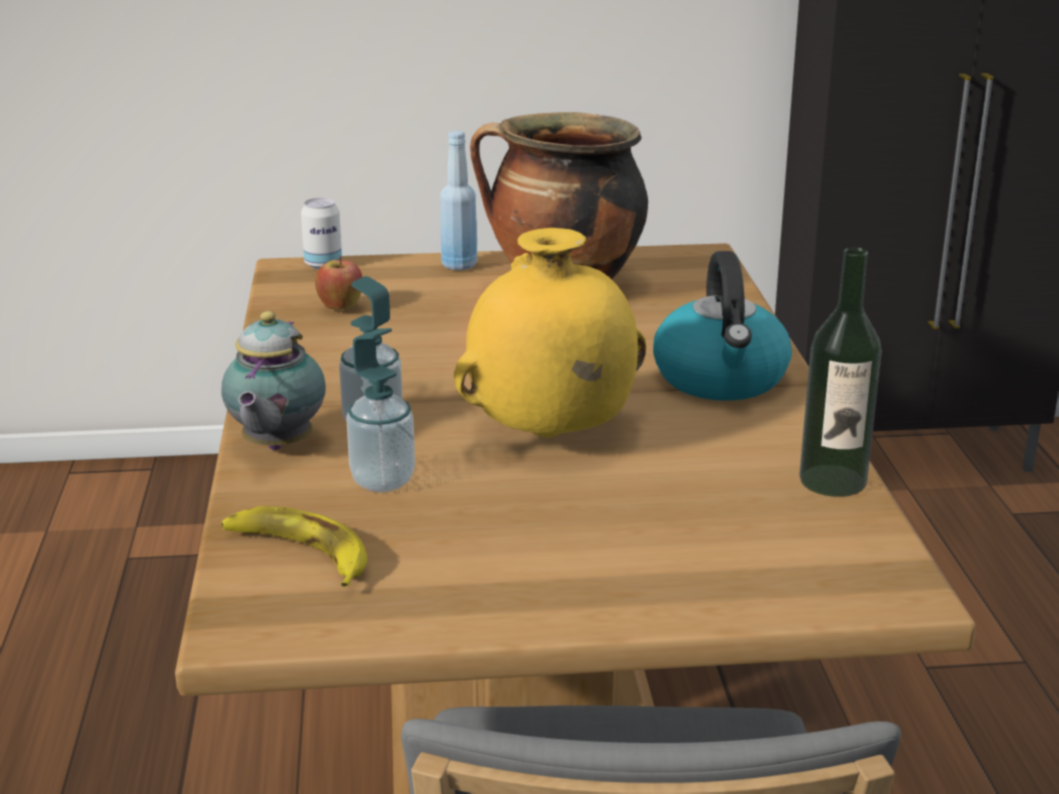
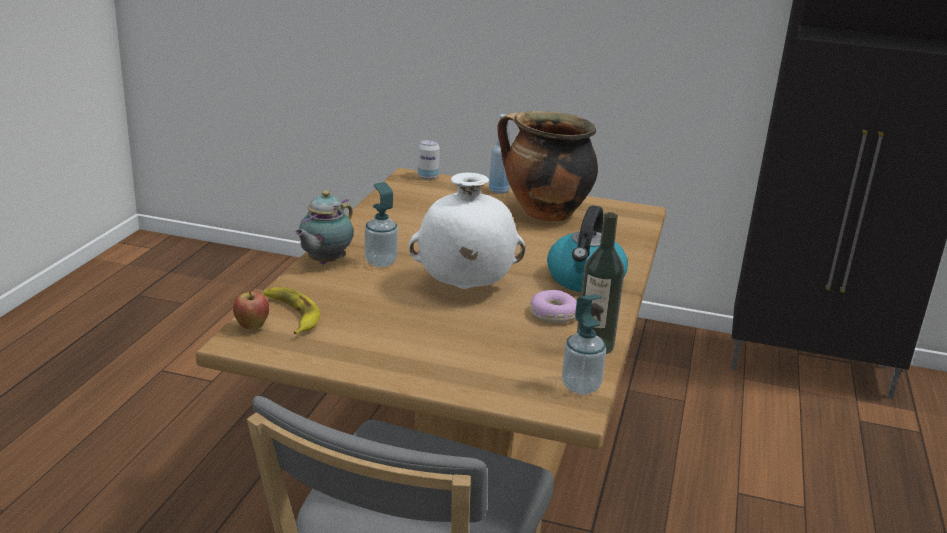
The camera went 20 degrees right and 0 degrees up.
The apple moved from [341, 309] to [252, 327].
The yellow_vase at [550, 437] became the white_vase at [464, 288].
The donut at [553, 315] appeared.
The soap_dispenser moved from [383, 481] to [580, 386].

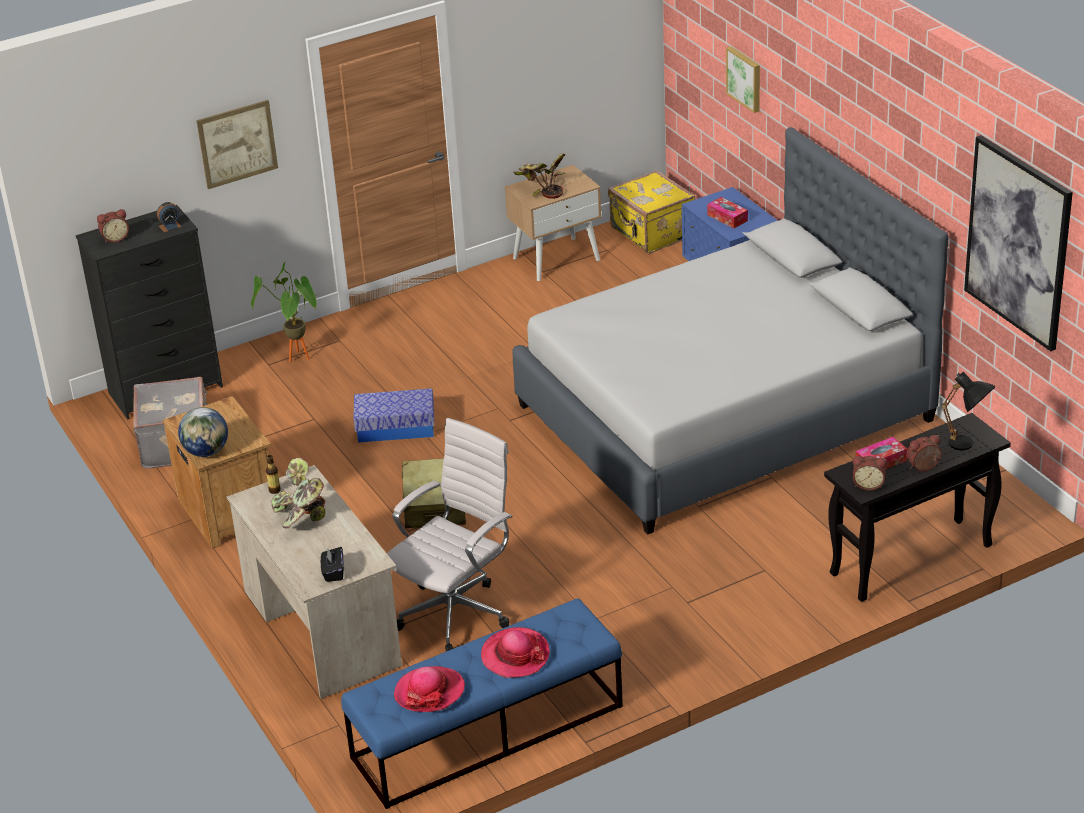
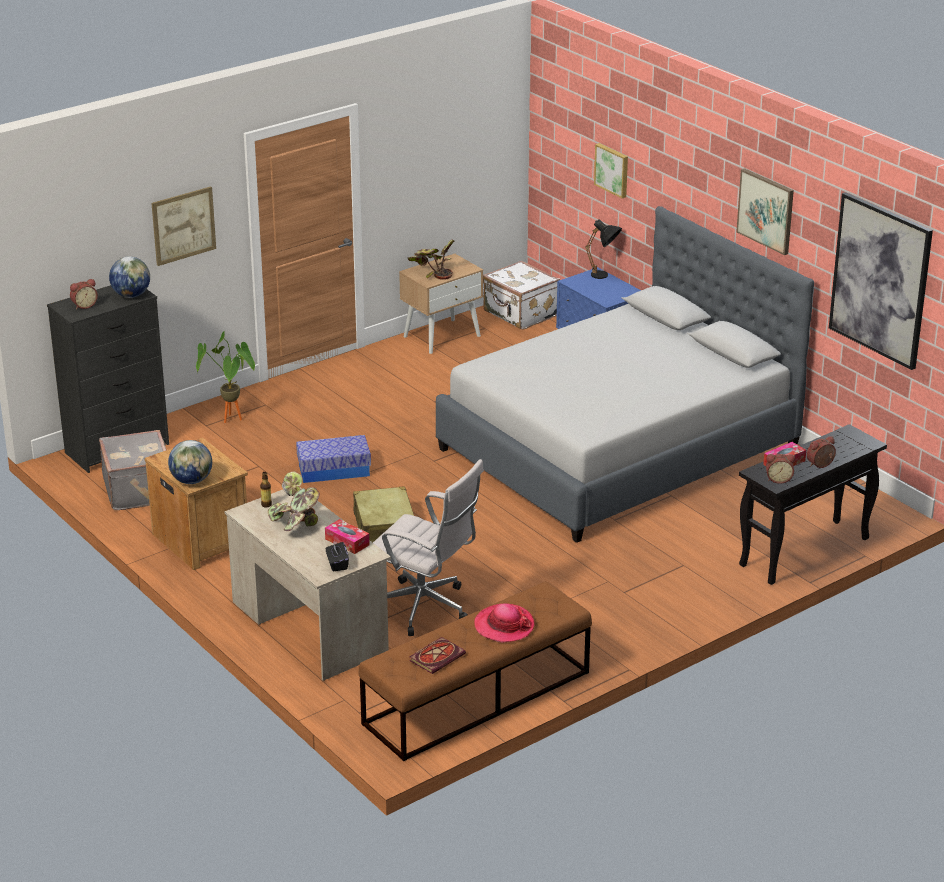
The camera went 10 degrees left and 5 degrees down.
The alarm_clock at [170, 226] was replaced by the globe at [131, 295].
The tissue_box moved from [727, 218] to [347, 542].
The blue_bench at [486, 732] became the brown_bench at [476, 698].
The white_office_chair at [457, 612] turned 90 degrees clockwise.
The hat at [429, 692] was replaced by the book at [437, 656].
The yellow_suitcase at [651, 233] became the white_suitcase at [520, 314].
The black_table_lamp moved from [967, 447] to [604, 277].
The picture at [766, 211] appeared.

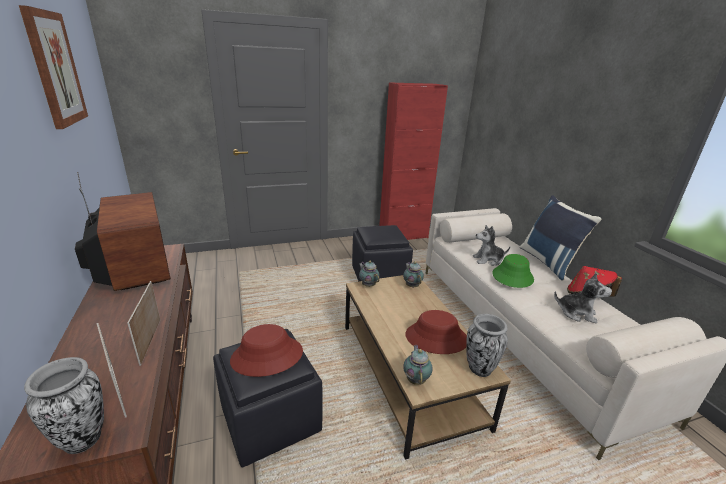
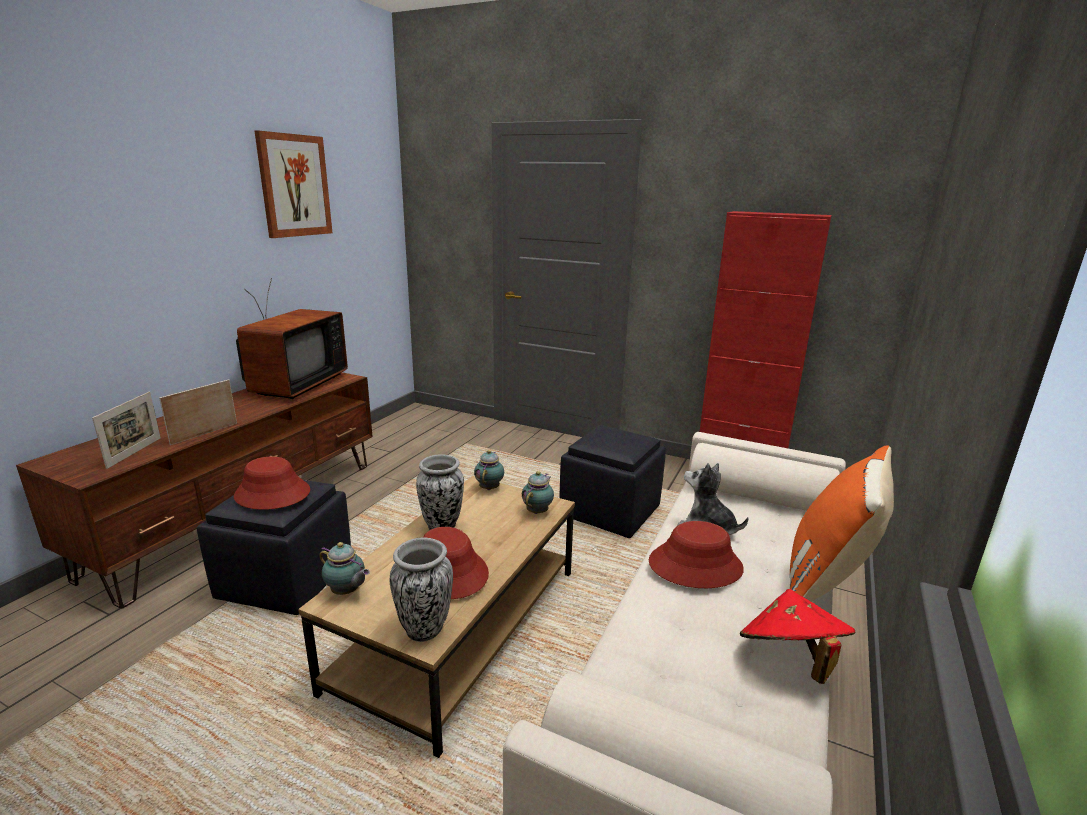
The camera went 45 degrees right and 5 degrees down.
The teapot at [416, 379] turned 75 degrees clockwise.
The vase moved from [83, 438] to [442, 526].
The green_hat at [512, 277] became the red_hat at [695, 565].
The blue_pillow at [548, 262] became the orange_pillow at [827, 583].
The plush_toy at [576, 313] disappeared.

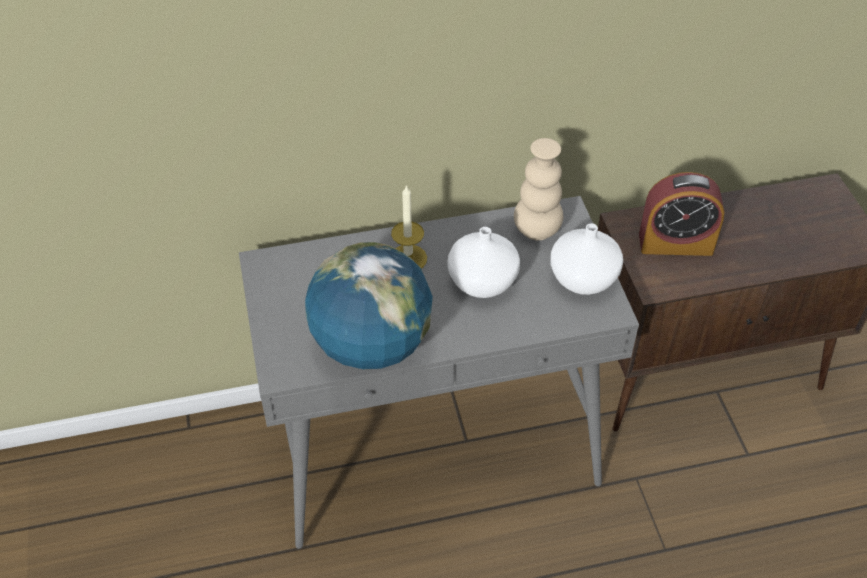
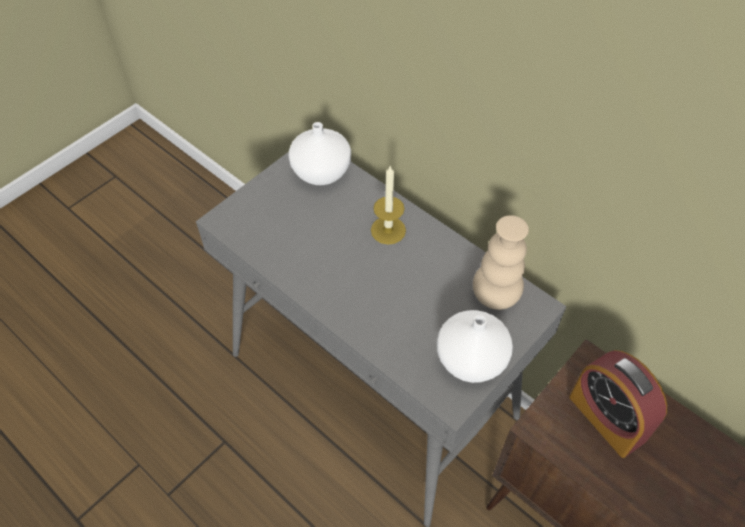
The camera went 55 degrees right and 5 degrees up.
The white_vase moved from [482, 283] to [320, 172].
The globe at [371, 345] disappeared.

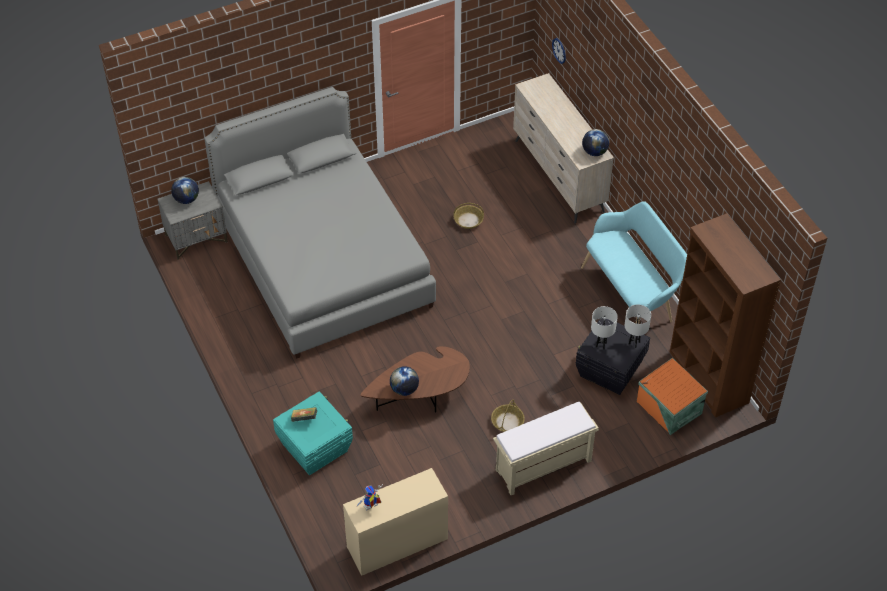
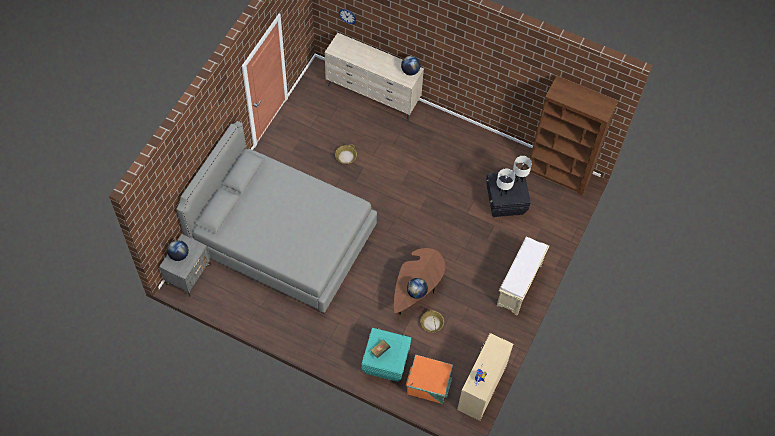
The camera went 40 degrees left and 10 degrees up.
The orange_storage_box moved from [668, 408] to [428, 385].
The basket moved from [507, 422] to [432, 323].
The turquoise_bench at [631, 294] disappeared.

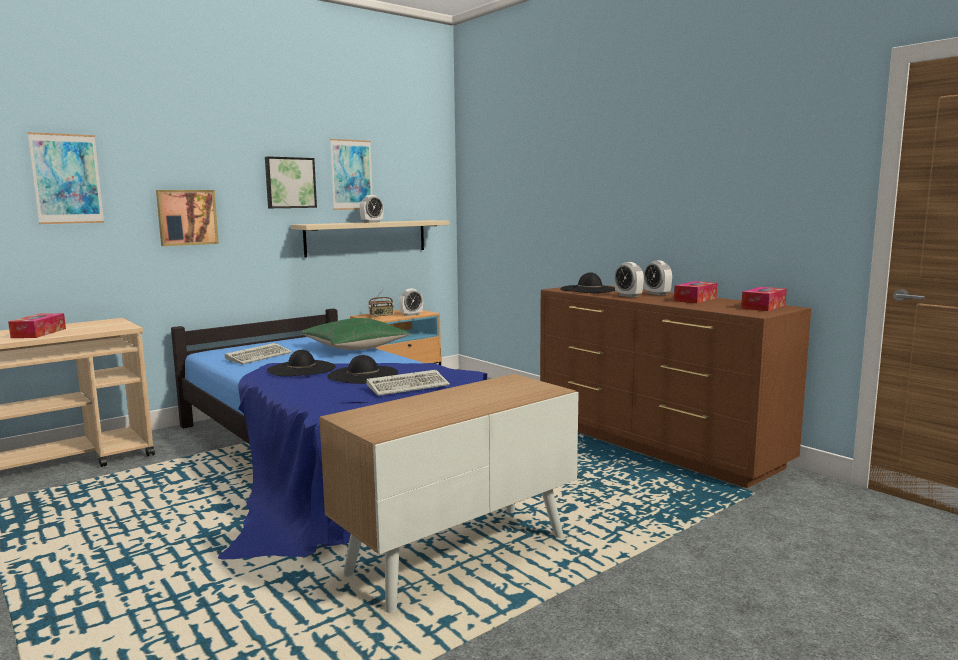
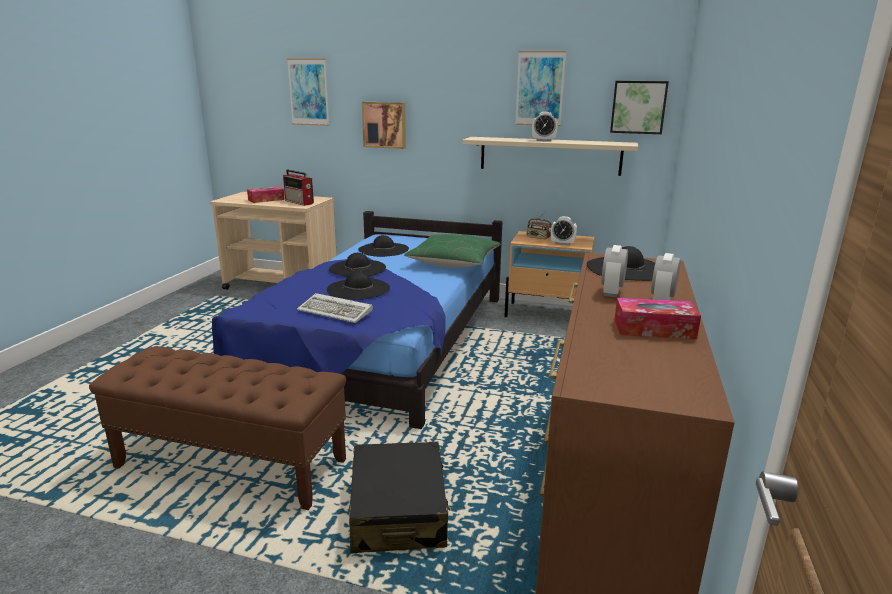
The camera went 55 degrees right and 10 degrees up.
The cabinet at [458, 554] was replaced by the brown_bench at [232, 464].
The radio at [299, 202] appeared.
The black_suitcase at [398, 511] appeared.
The keyboard at [260, 356] was replaced by the black_hat at [383, 249].
The picture moved from [290, 183] to [638, 107].
The tissue_box at [763, 307] disappeared.

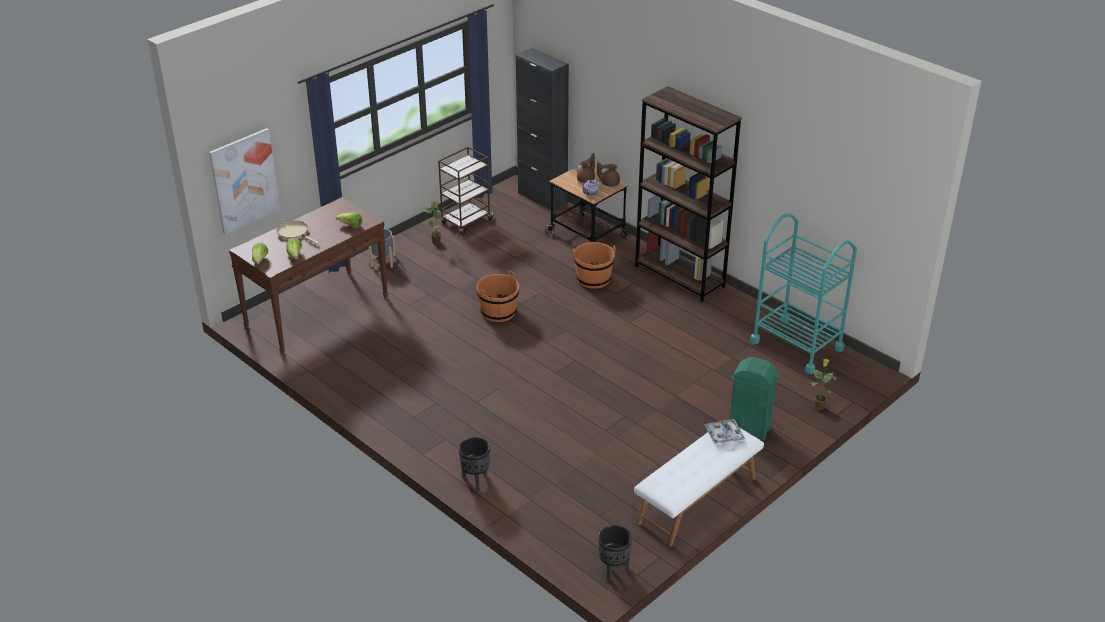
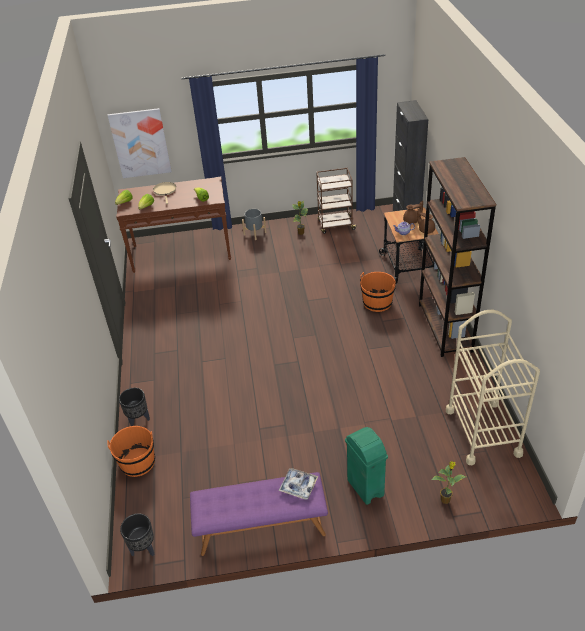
The camera went 40 degrees right and 5 degrees up.
The orange_bucket moved from [498, 312] to [137, 462].
The white_bench at [697, 501] became the purple_bench at [261, 528].
The turquoise_cart at [796, 345] became the beige_cart at [483, 432].

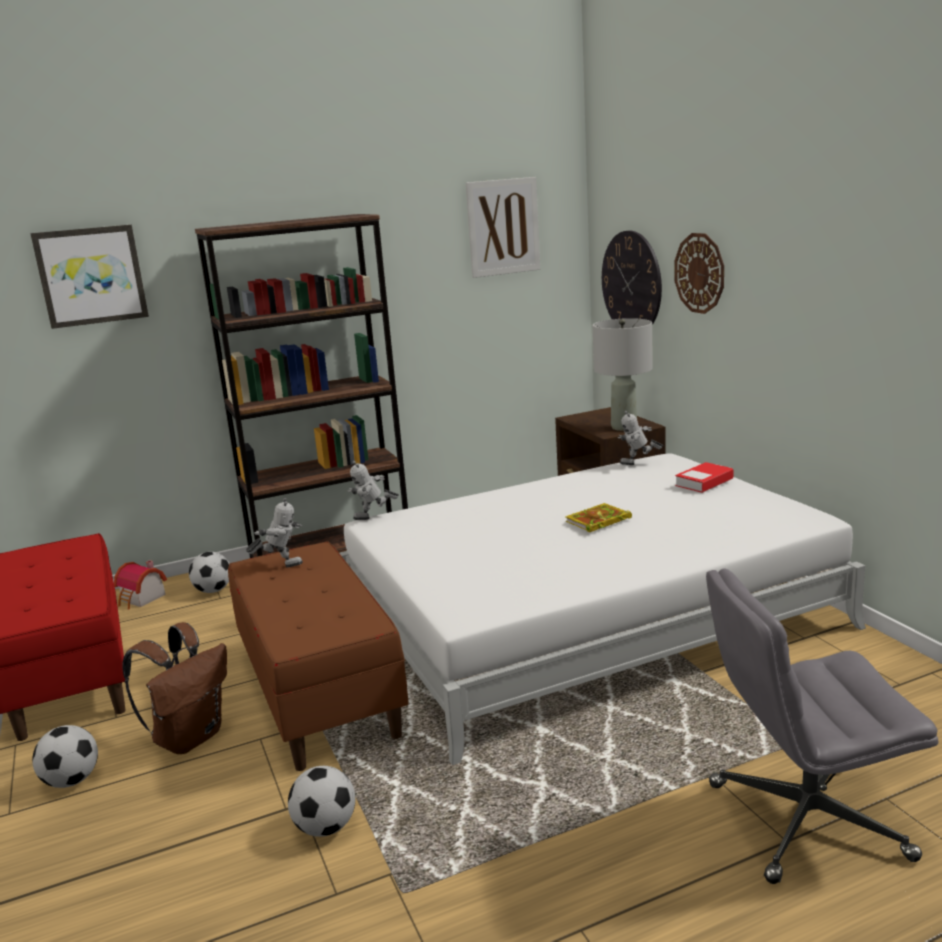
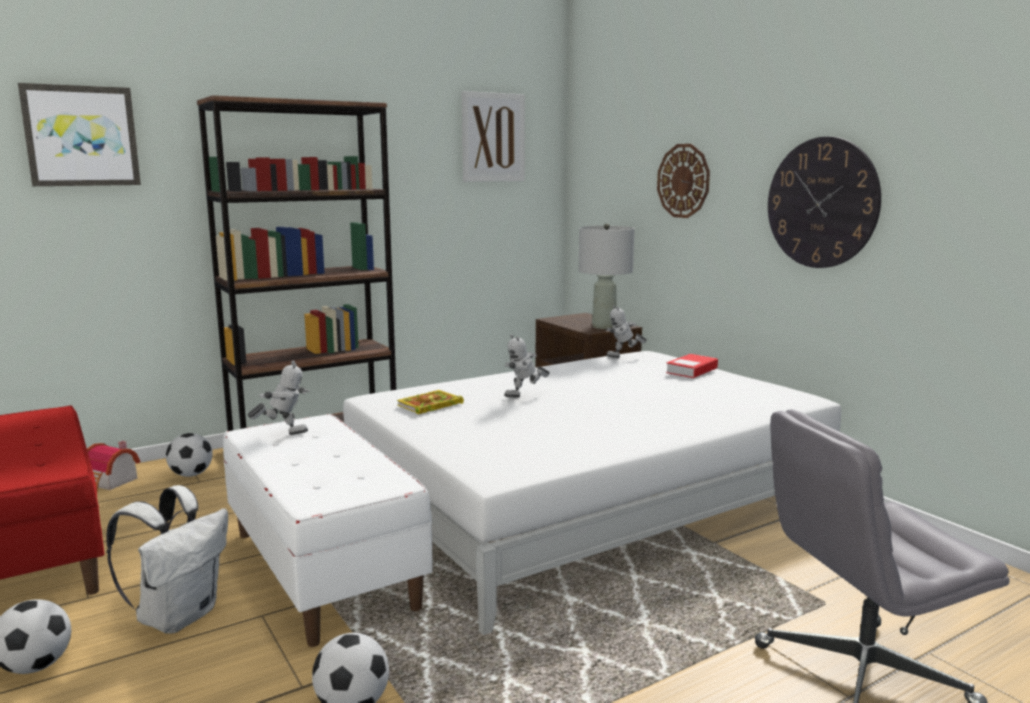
The camera went 10 degrees left and 5 degrees down.
The brown_backpack at [190, 737] became the white_backpack at [179, 616].
The brown_bench at [320, 693] became the white_bench at [324, 569].
The book moved from [597, 521] to [429, 406].
The toy_robot moved from [374, 518] to [525, 396].
The wall_clock moved from [631, 283] to [822, 203].

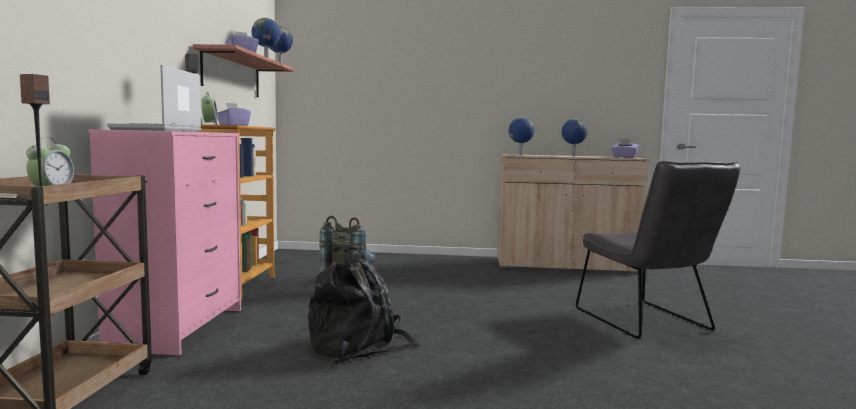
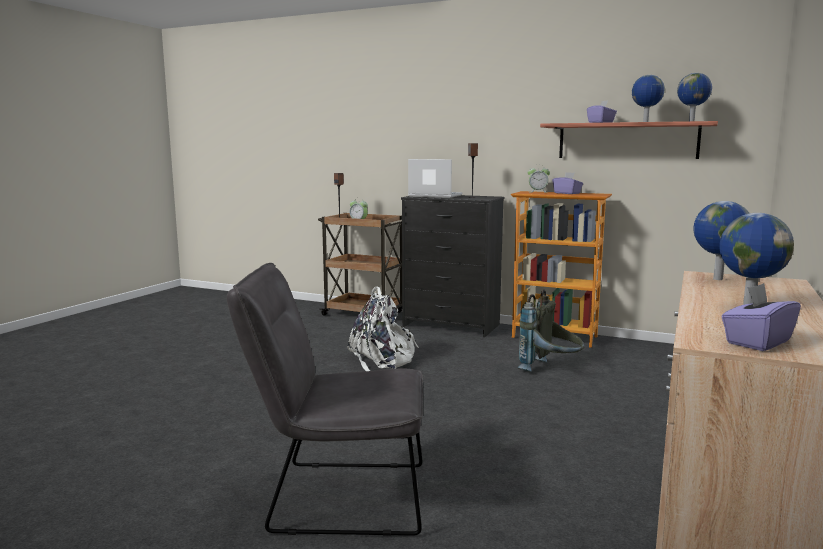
The camera went 110 degrees right and 5 degrees up.
The black_backpack at [359, 346] became the white_backpack at [382, 361].
The pink_dresser at [179, 328] became the black_dresser at [451, 325].

